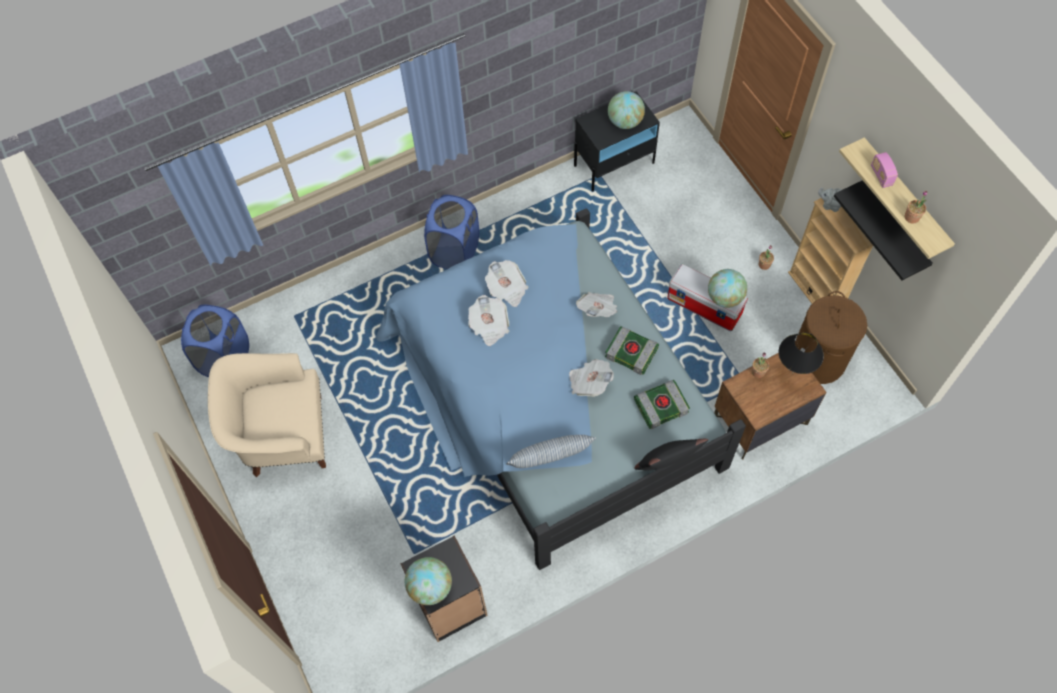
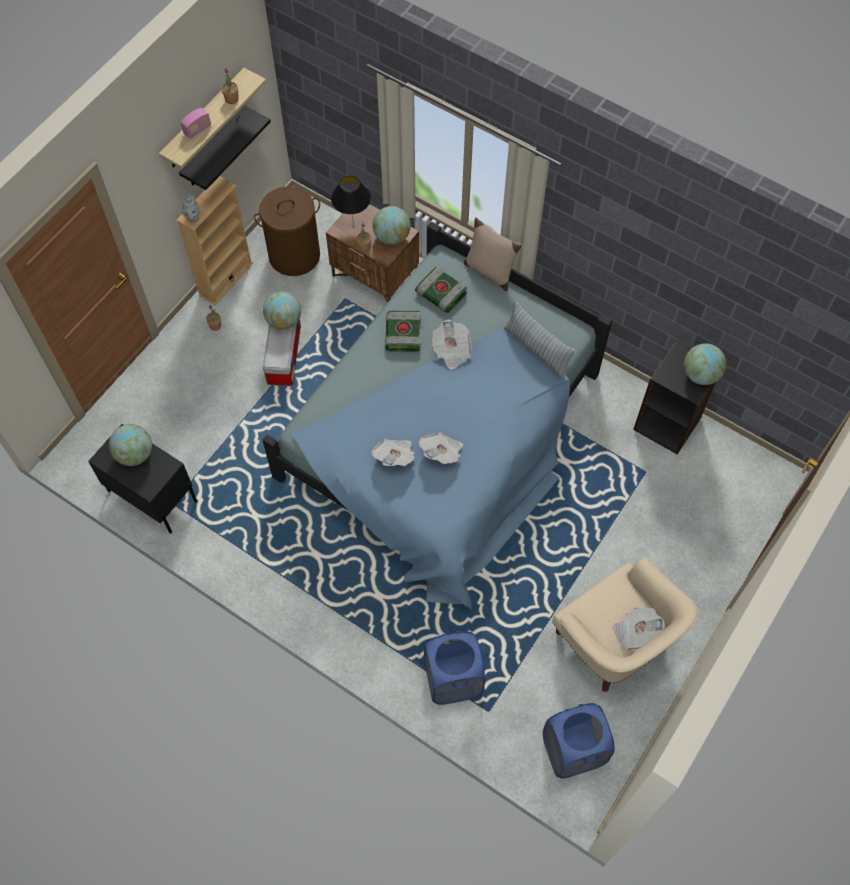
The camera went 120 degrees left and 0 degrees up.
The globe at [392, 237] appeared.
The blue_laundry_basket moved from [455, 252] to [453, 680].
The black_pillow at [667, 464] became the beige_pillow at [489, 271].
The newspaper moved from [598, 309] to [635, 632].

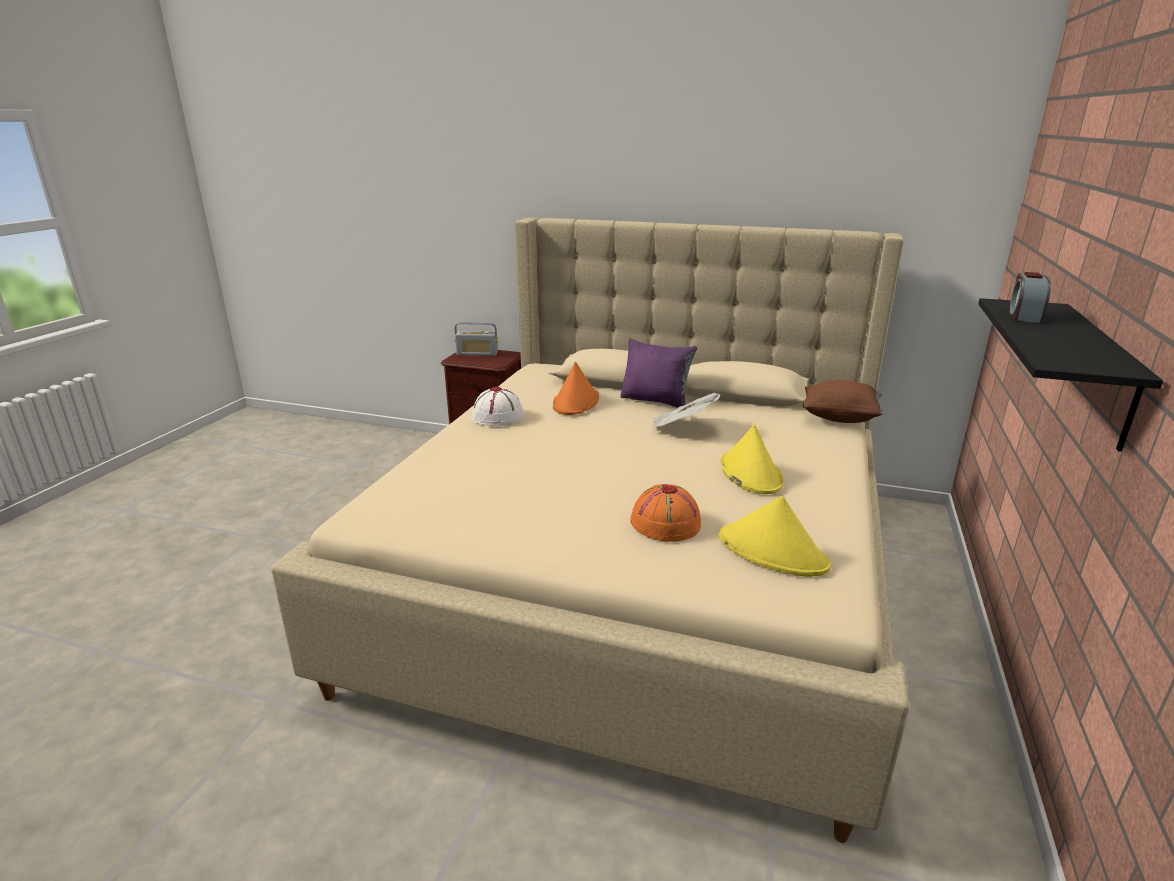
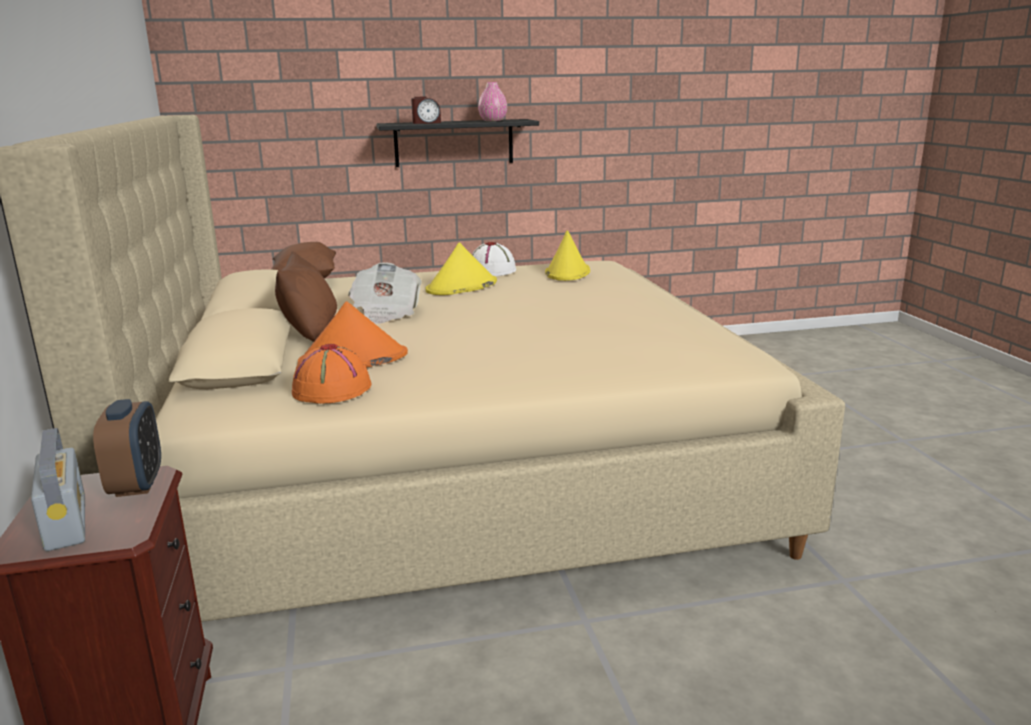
The camera went 120 degrees left and 5 degrees down.
The alarm_clock at [137, 484] appeared.
The purple_pillow at [656, 400] became the brown_pillow at [310, 332].
The orange_hat moved from [665, 523] to [331, 390].
The white_hat moved from [498, 417] to [492, 270].
The pink_vase at [493, 120] appeared.

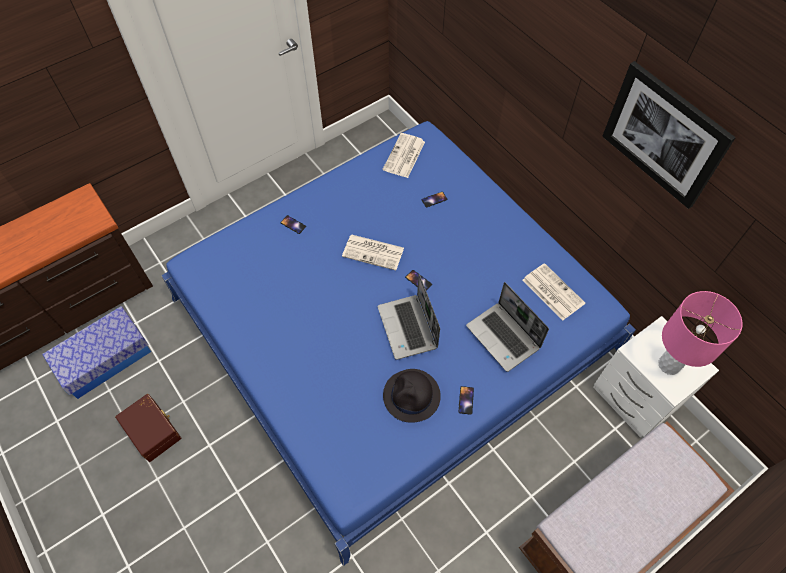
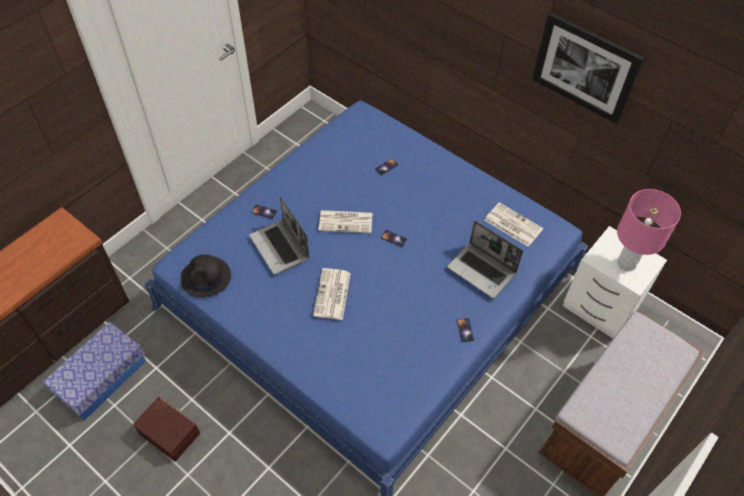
The camera went 15 degrees left and 5 degrees down.
The black_hat moved from [412, 396] to [206, 278].
The laptop moved from [408, 328] to [280, 248].
The newspaper moved from [404, 156] to [332, 295].

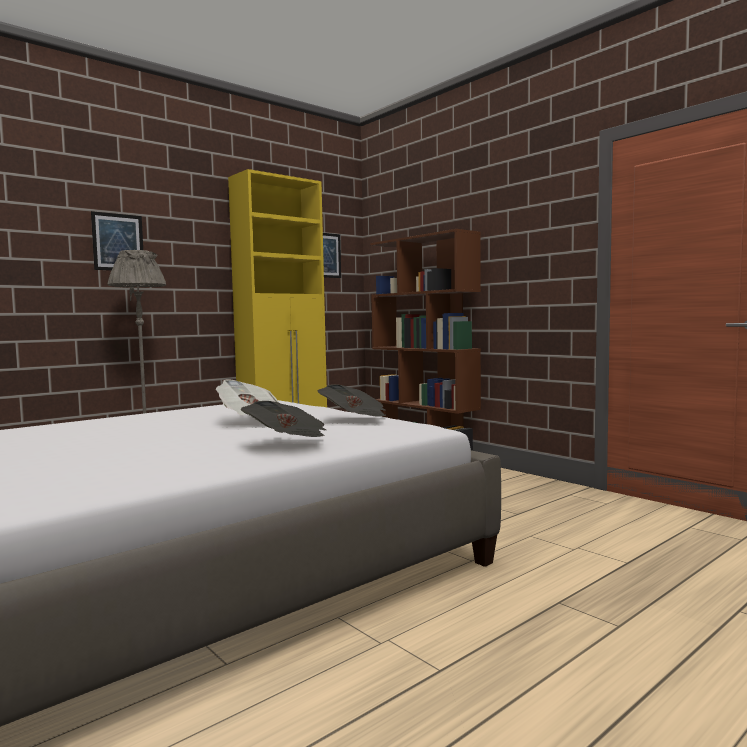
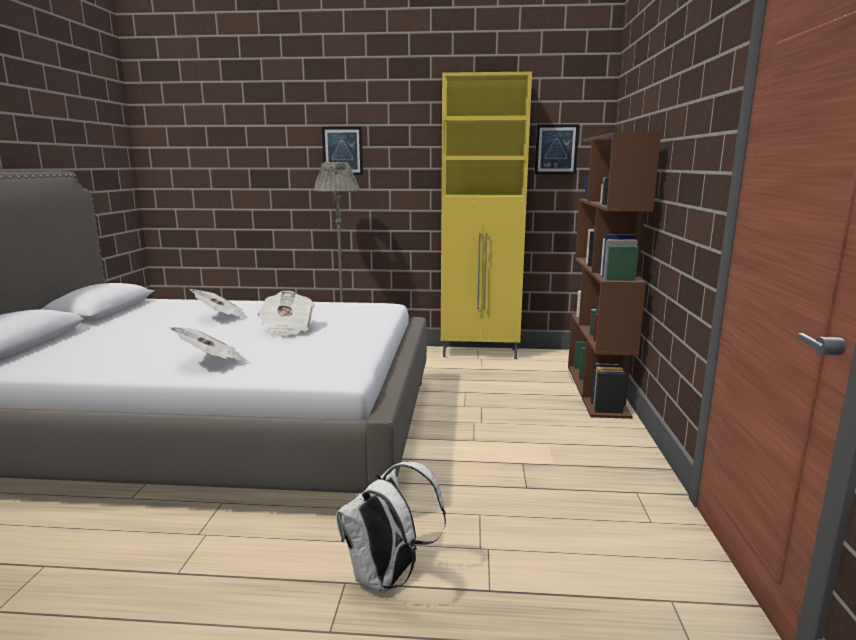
The camera went 45 degrees right and 10 degrees up.
The newspaper moved from [355, 421] to [222, 318].
The white_backpack at [388, 577] appeared.

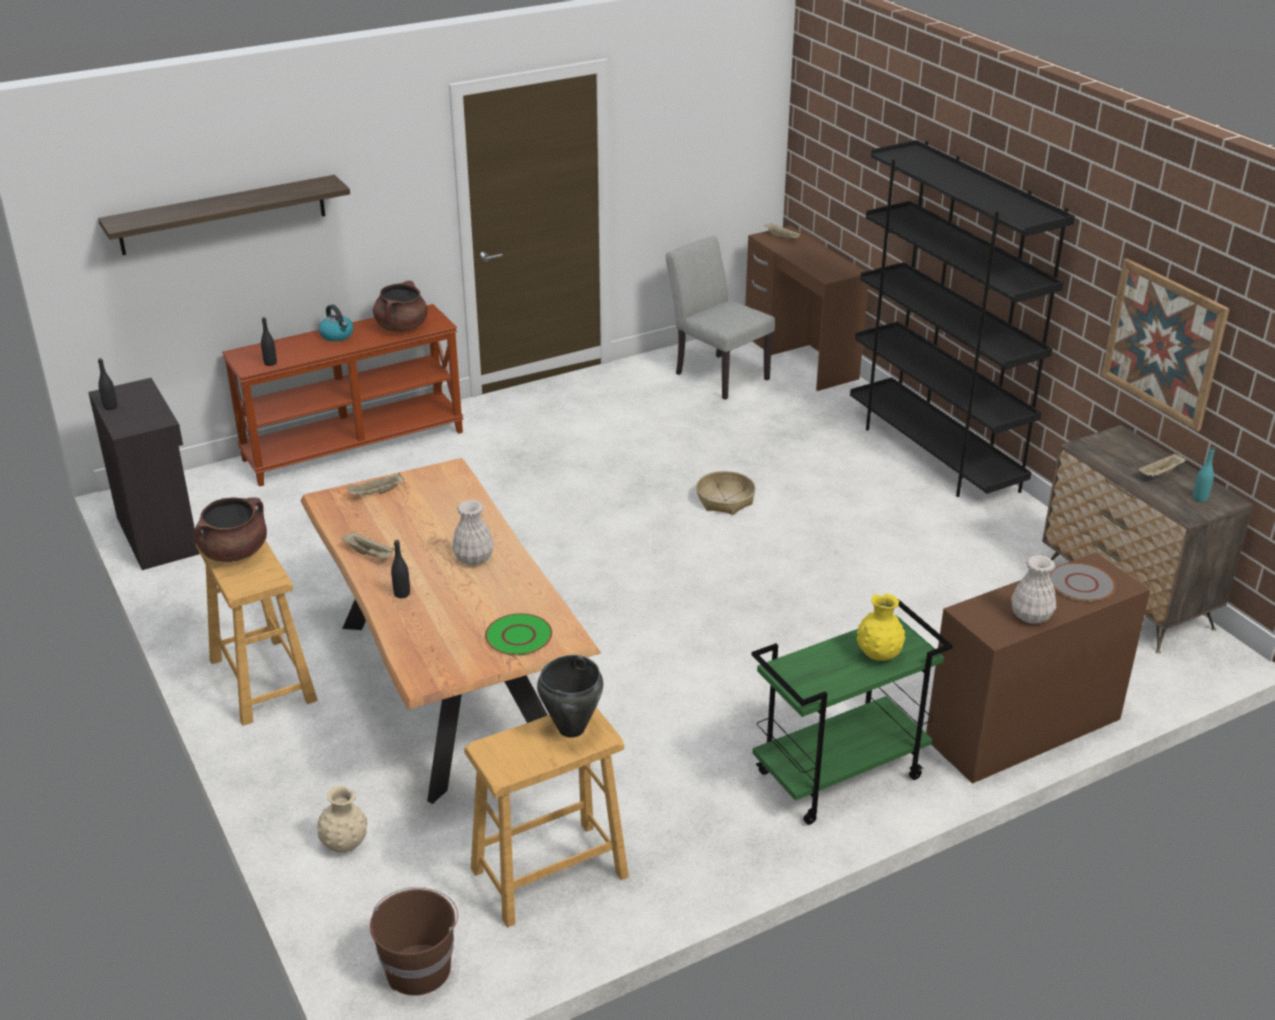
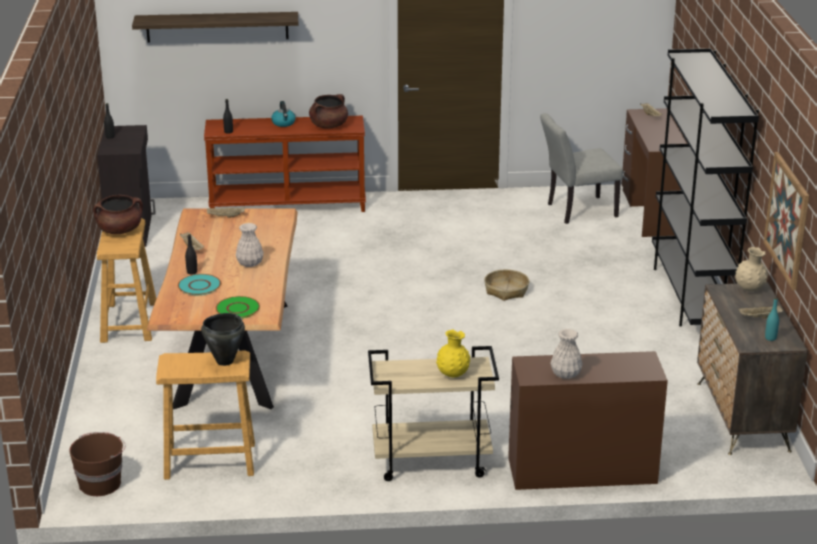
The camera went 25 degrees right and 5 degrees down.
The turquoise_plate at [199, 286] appeared.
The green_cart at [839, 777] became the beige_cart at [430, 462].
The grey_chair at [716, 374] turned 90 degrees counterclockwise.
The beige_vase moved from [344, 844] to [749, 289].
The grey_plate at [1081, 584] disappeared.

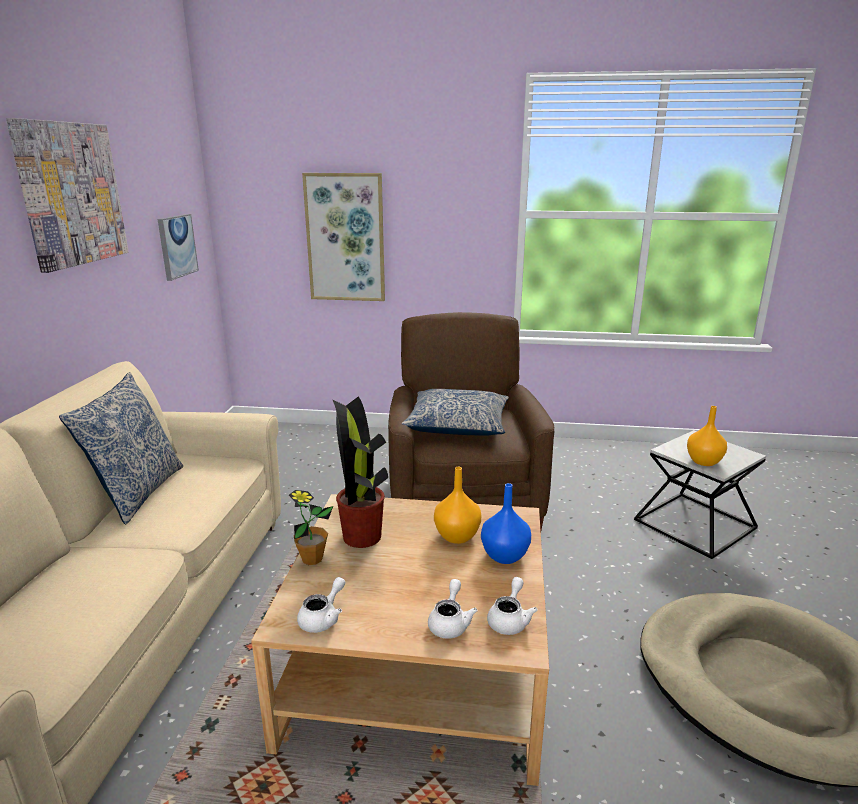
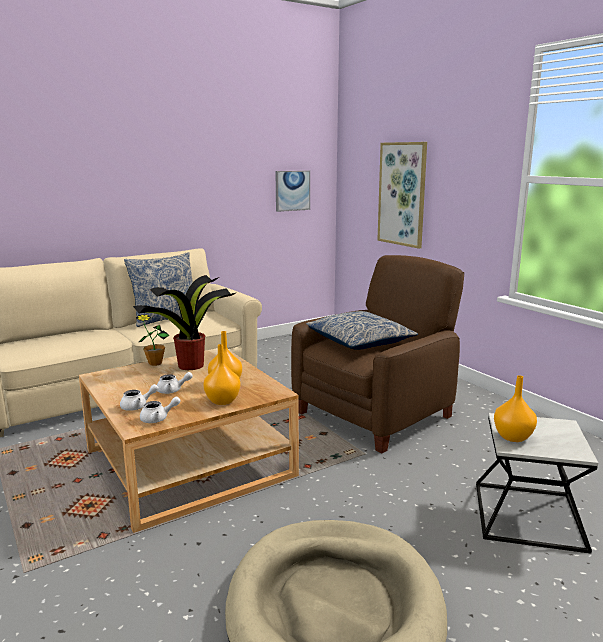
The camera went 50 degrees right and 5 degrees down.
The white_teapot moved from [323, 618] to [172, 390].
The blue_vase at [504, 555] became the orange_vase at [223, 400].
The picture at [71, 194] disappeared.

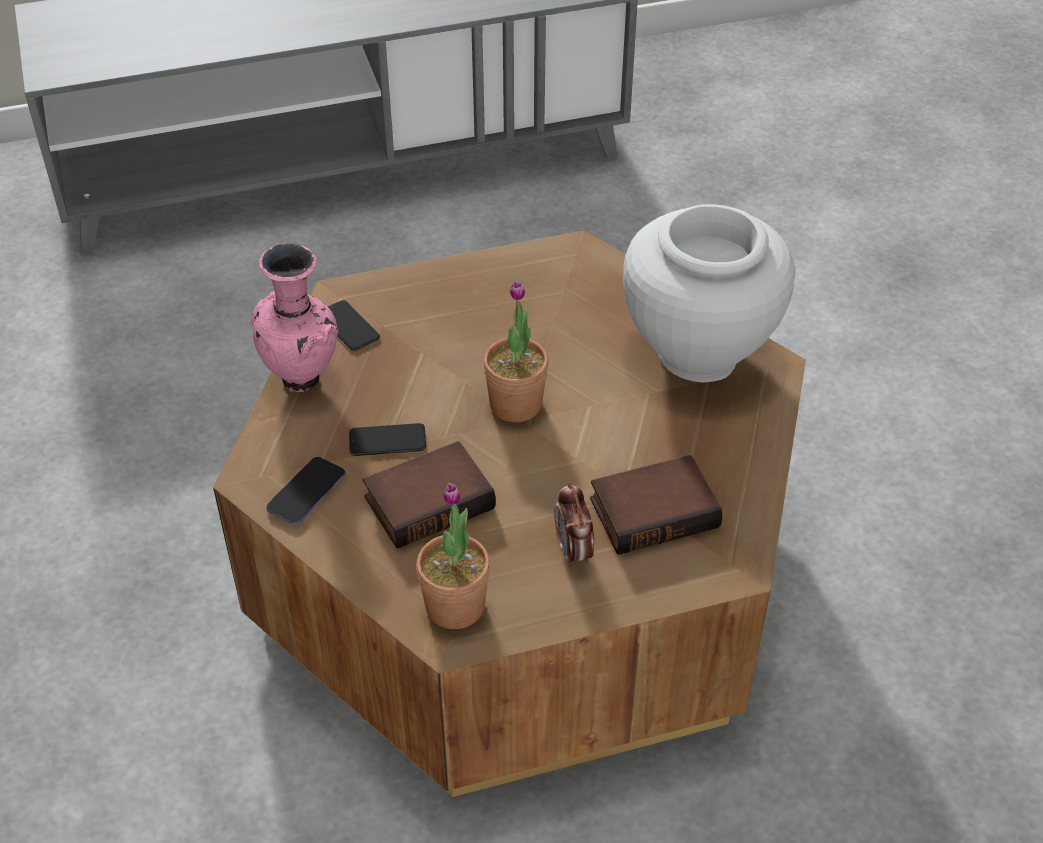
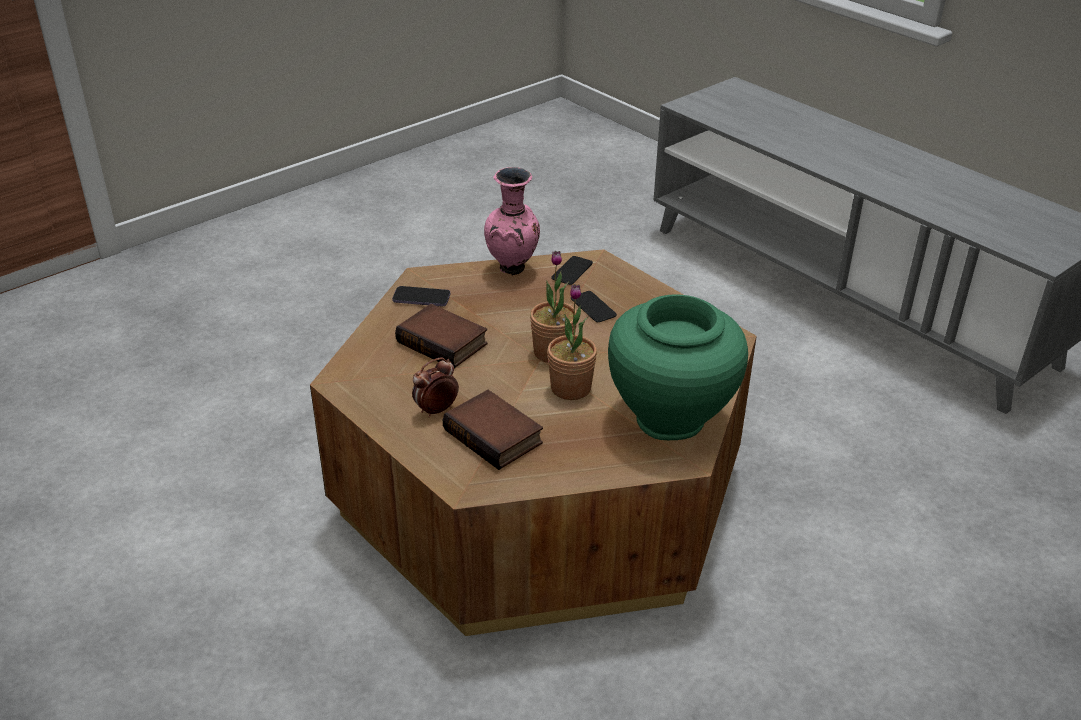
The camera went 65 degrees right and 10 degrees down.
The potted_plant moved from [455, 606] to [570, 388].
The phone moved from [387, 441] to [593, 307].
The white_vase at [698, 353] became the green_vase at [670, 419].

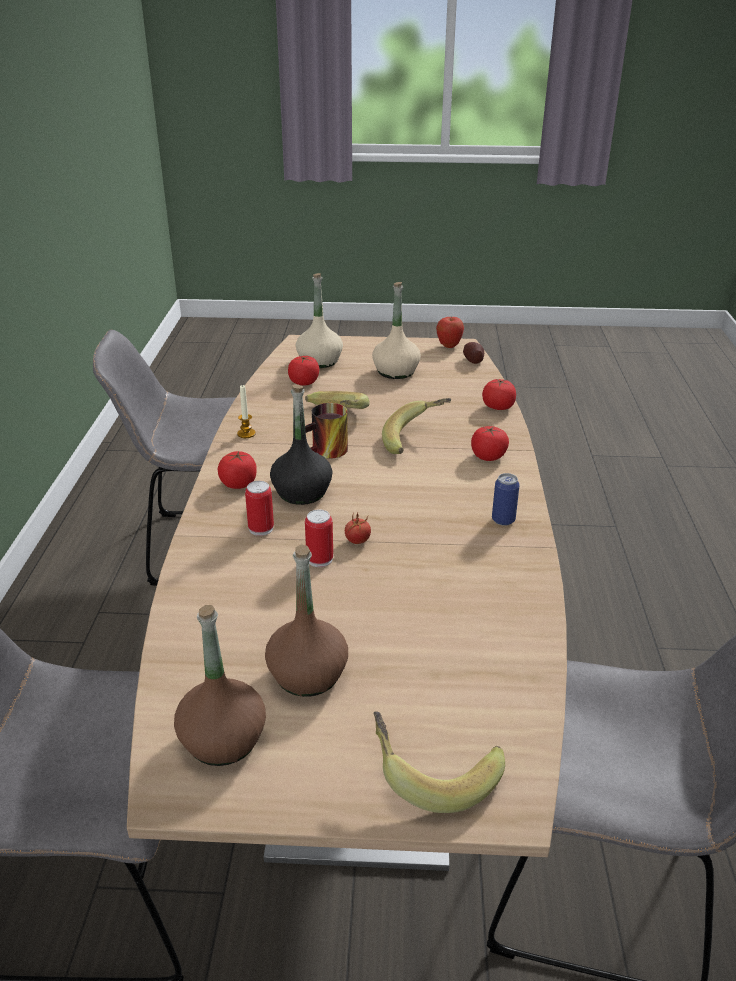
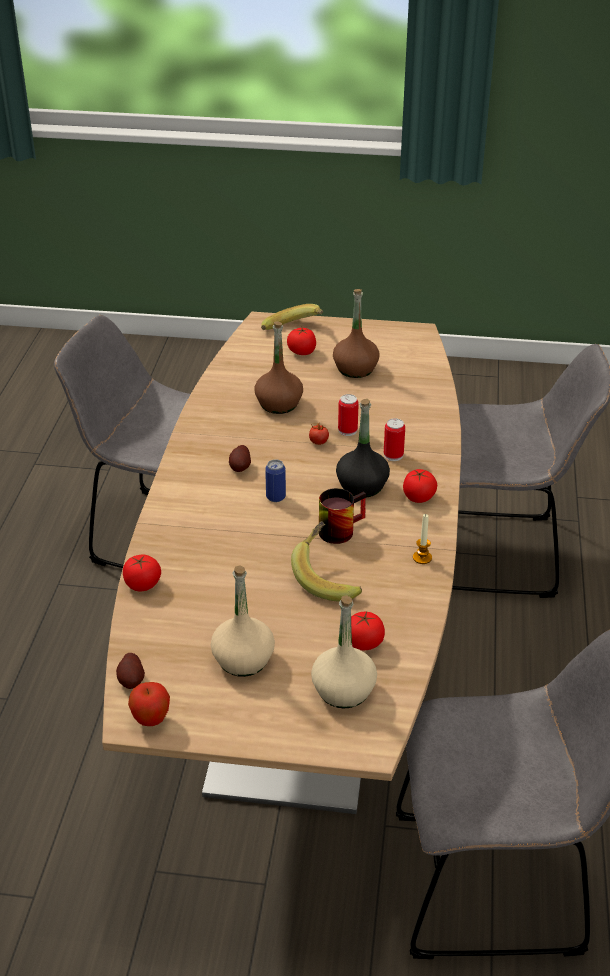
The camera went 175 degrees left and 5 degrees up.
The potato at [240, 467] appeared.
The brown_bottle moved from [222, 740] to [279, 404].
The can moved from [503, 520] to [275, 497].
The tomato moved from [488, 456] to [302, 352].
The banana at [416, 441] disappeared.

